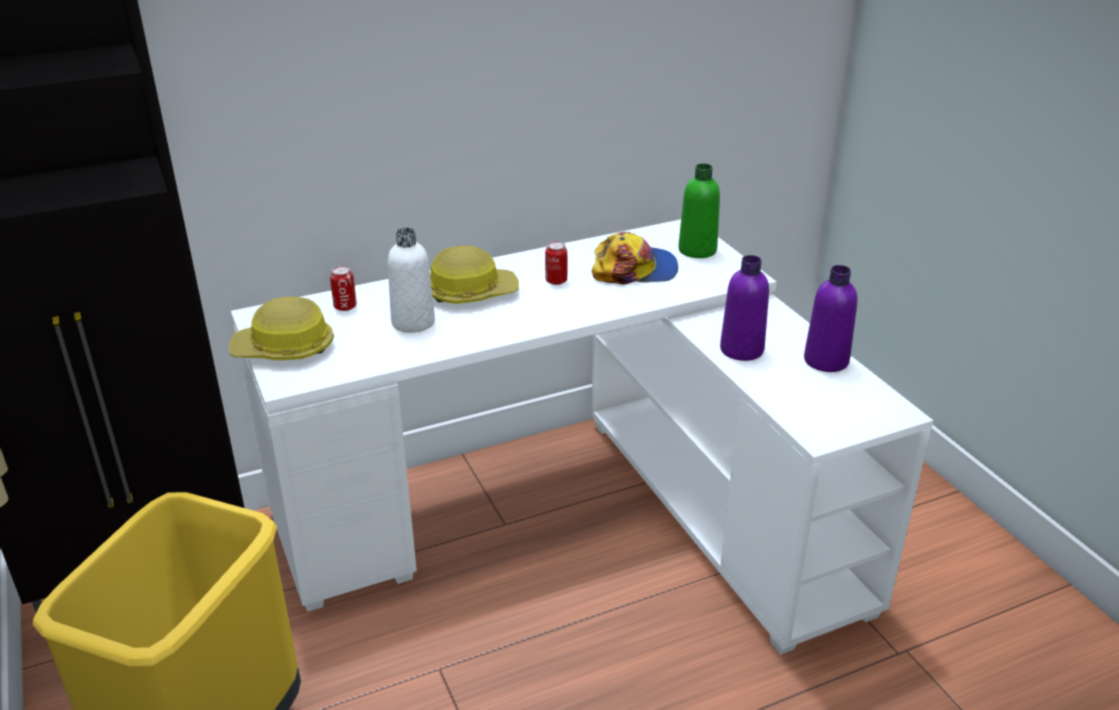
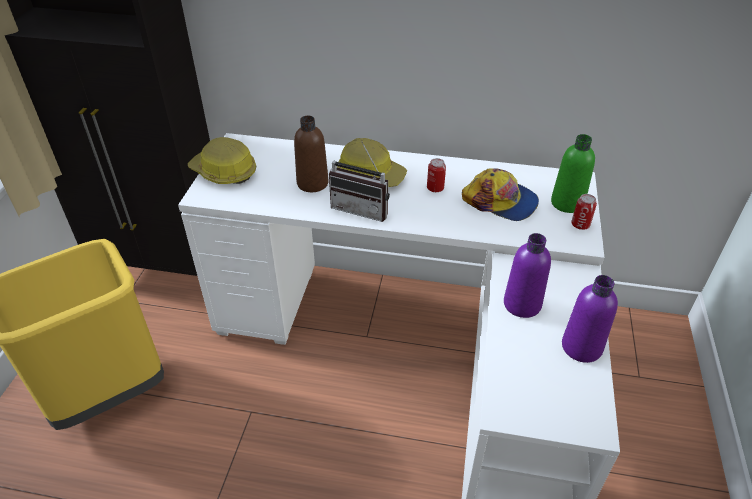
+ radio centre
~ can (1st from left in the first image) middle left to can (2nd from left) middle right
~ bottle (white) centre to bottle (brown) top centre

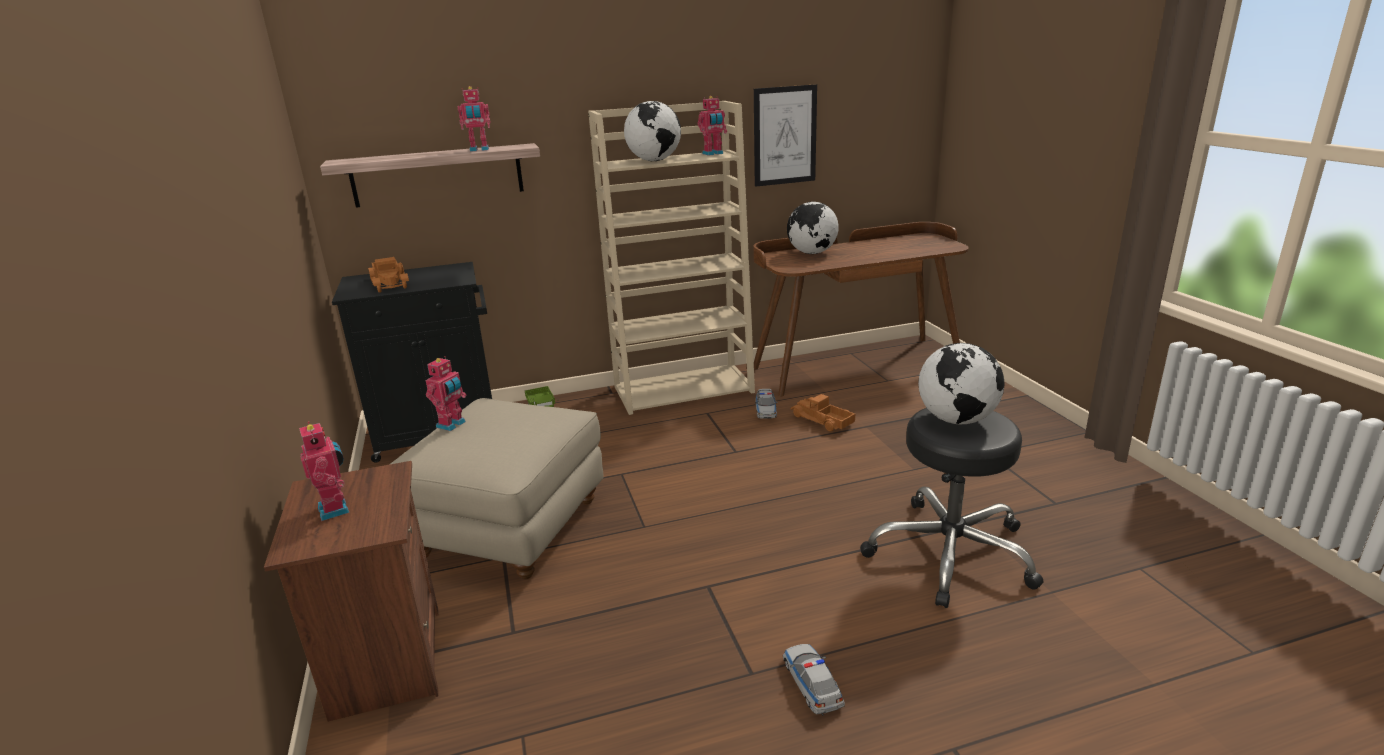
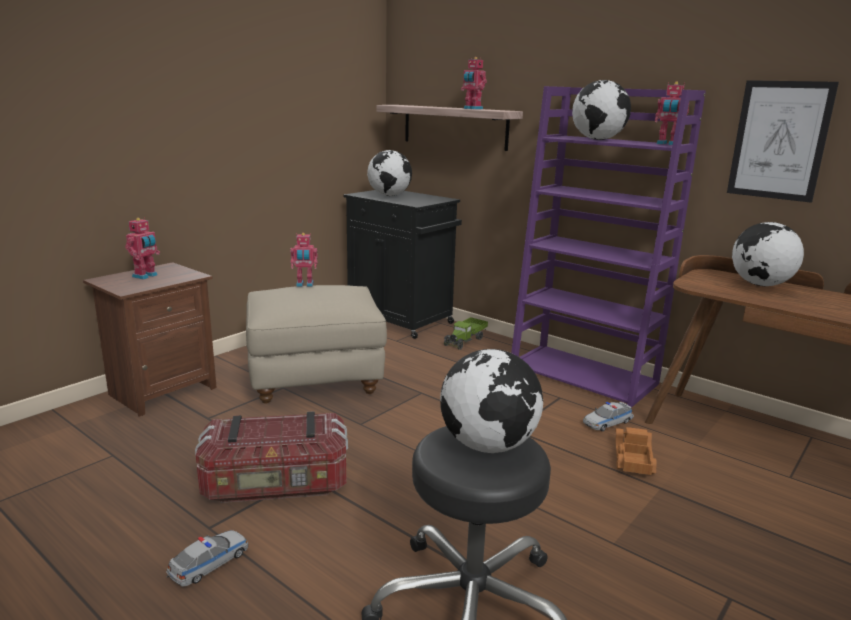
+ storage box bottom left
~ toy truck (1st from left) middle left to globe (1st from left) top centre
~ bookcase (beige) centre to bookcase (purple) middle right

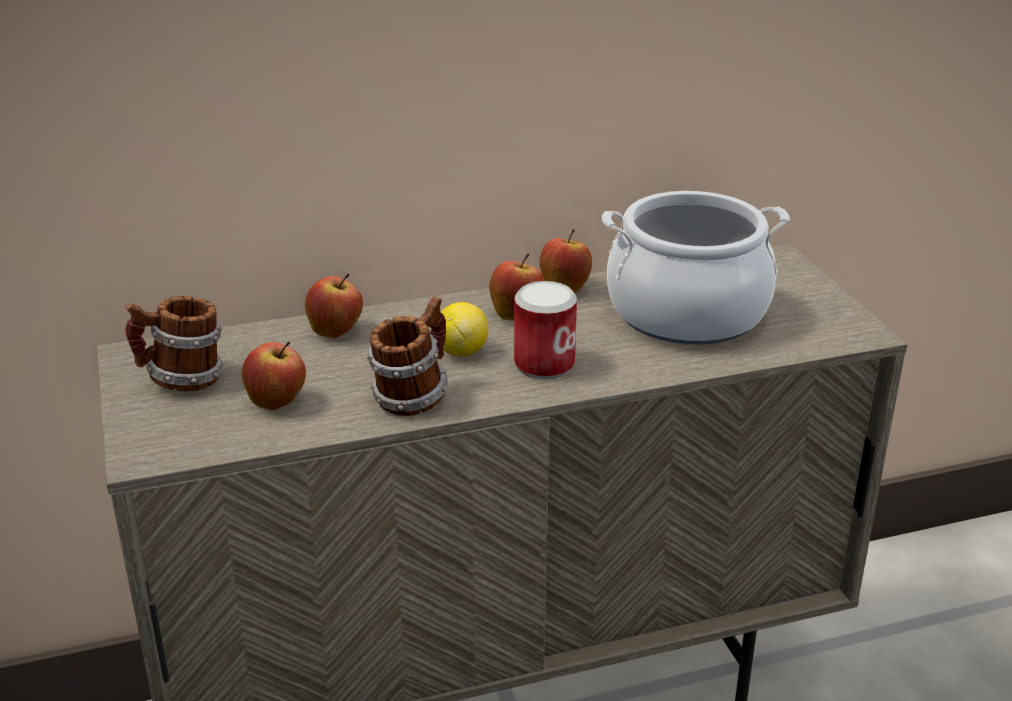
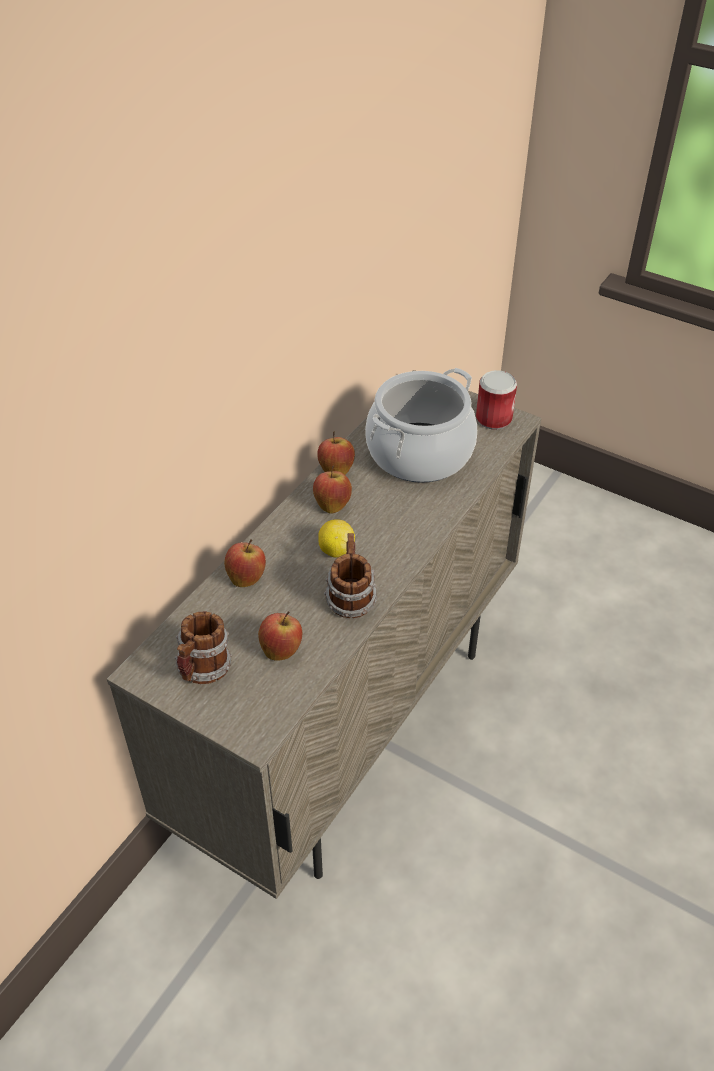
~ can centre to middle right

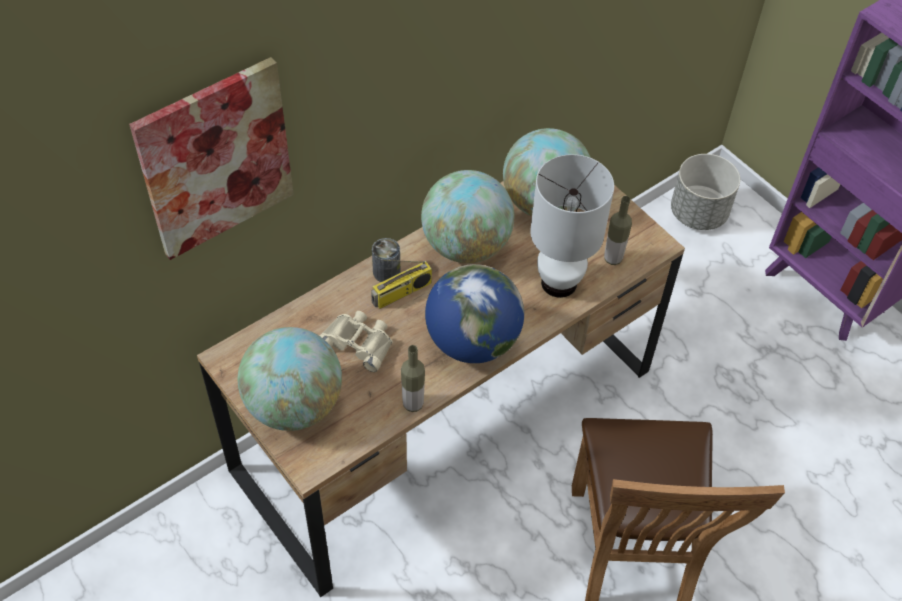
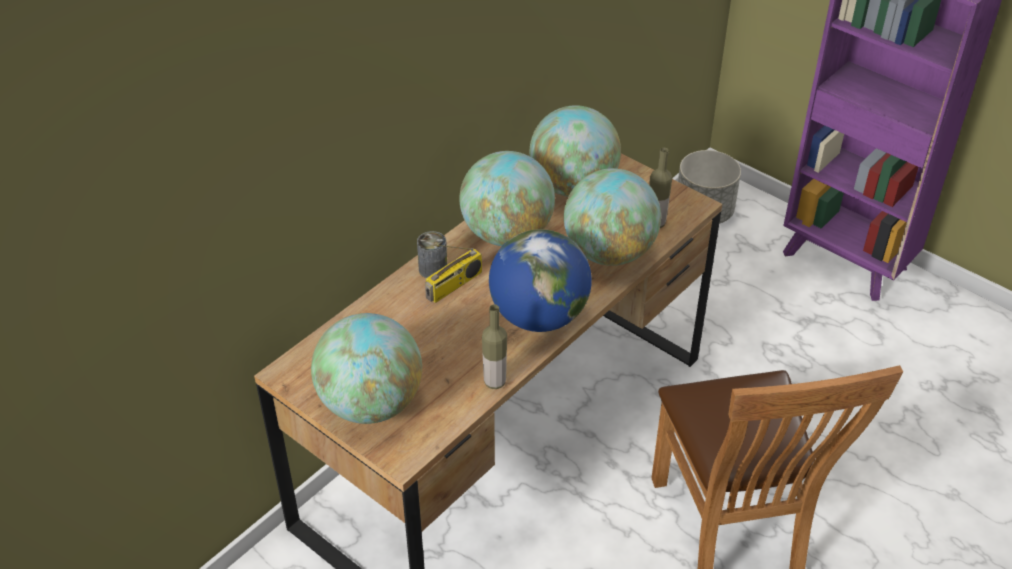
- picture top left
- binoculars (beige) centre
~ table lamp (white) centre to globe (5th from left) centre

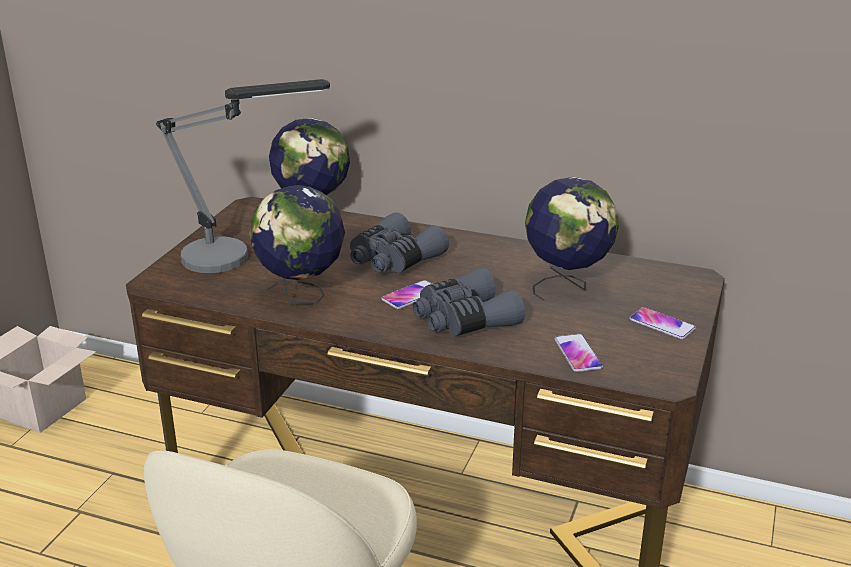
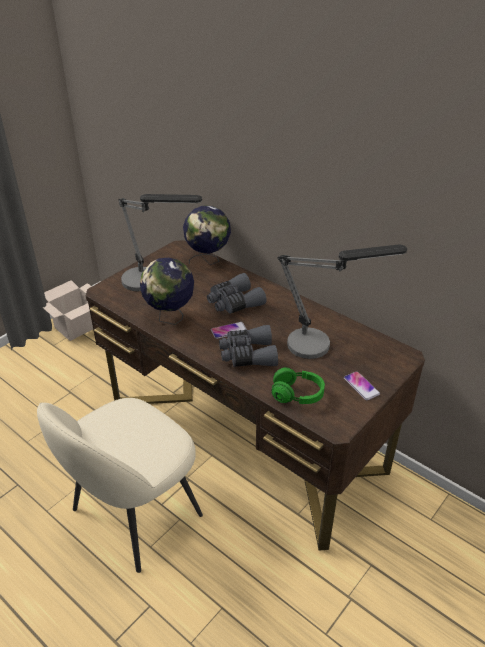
~ globe (3rd from left) middle right to table lamp (2nd from left) middle right
~ phone (2nd from left) middle right to headphones (green) centre

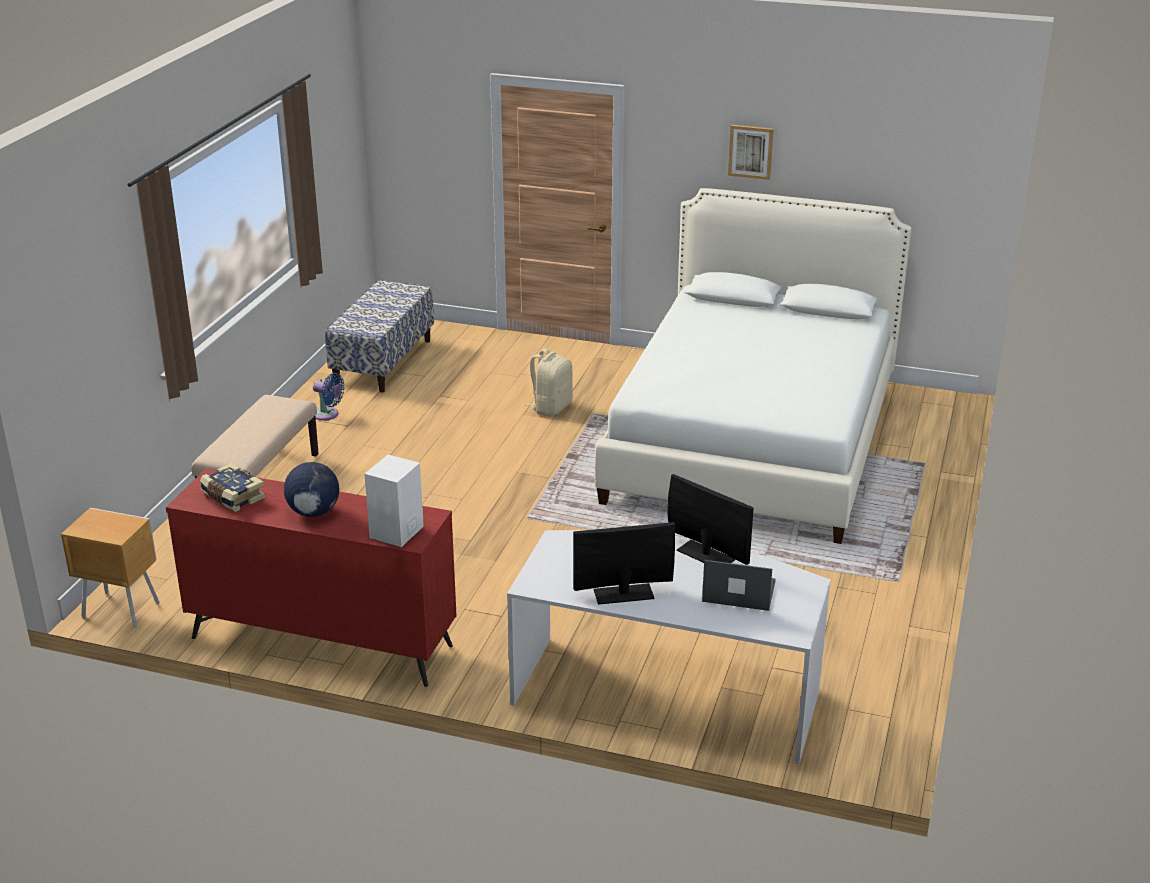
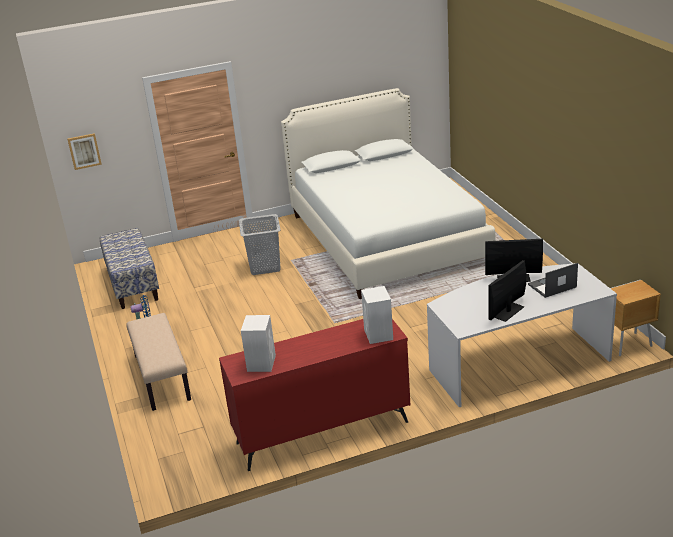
- globe middle left
~ nightstand (brown) middle left to middle right
~ picture top centre to top left
~ book middle left to speaker (white) (1st from left) centre
~ backpack (beige) centre to laundry basket (grey) centre

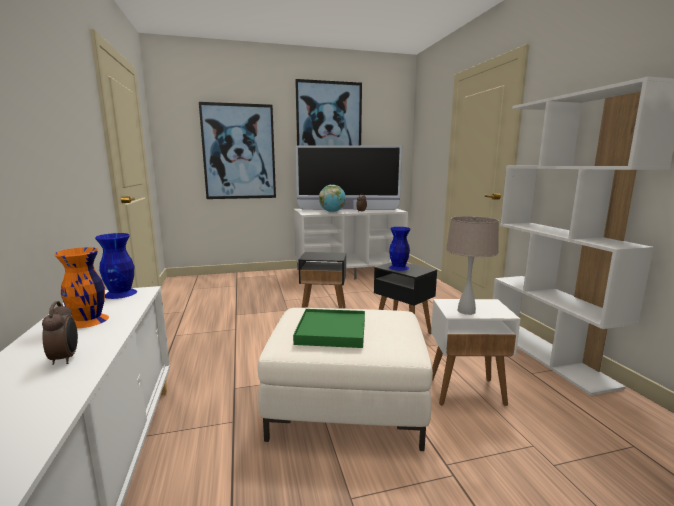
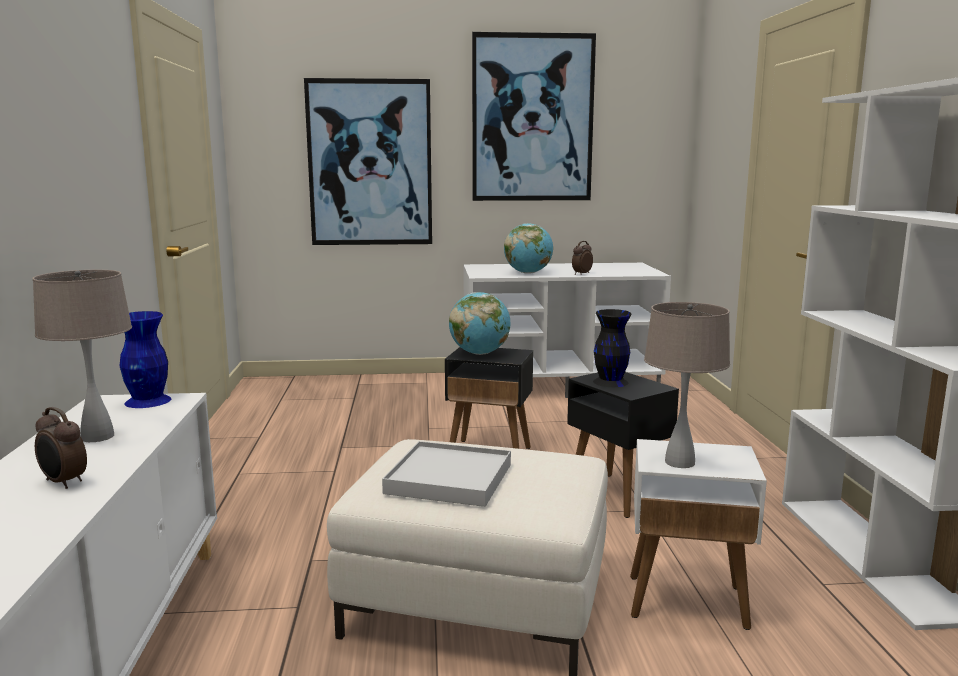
- television centre
+ globe (1st from left) centre
~ vase (orange) middle left to table lamp (beige) (1st from left) middle left
~ tray (green) centre to tray (white) bottom centre
~ vase (blue) (2nd from left) centre to vase (black) centre
~ alarm clock (1st from left) middle left = middle left 135 degrees clockwise

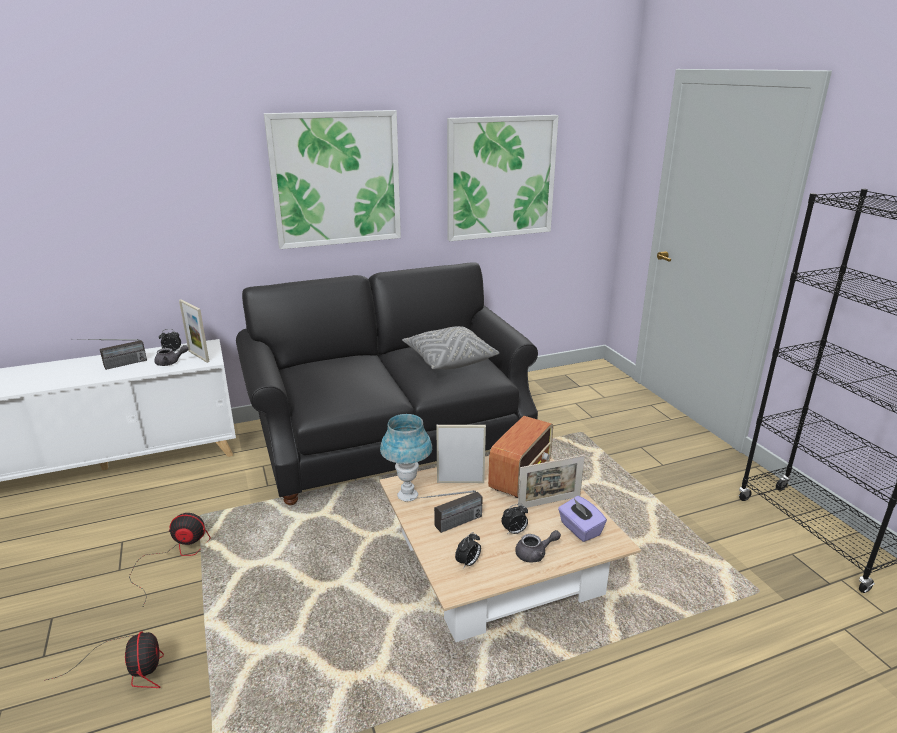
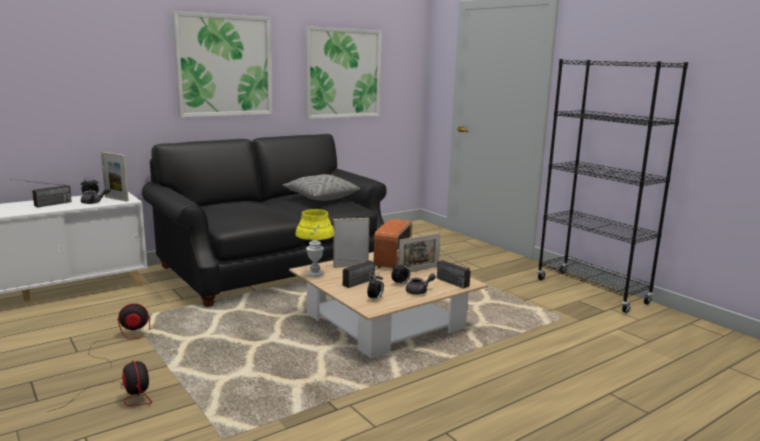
~ tissue box (purple) bottom centre to radio (4th from left) centre
~ table lamp (blue) centre to table lamp (yellow) centre

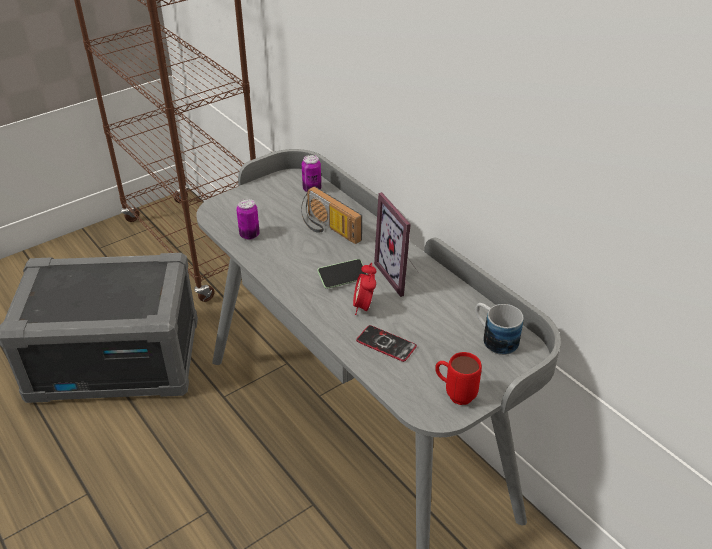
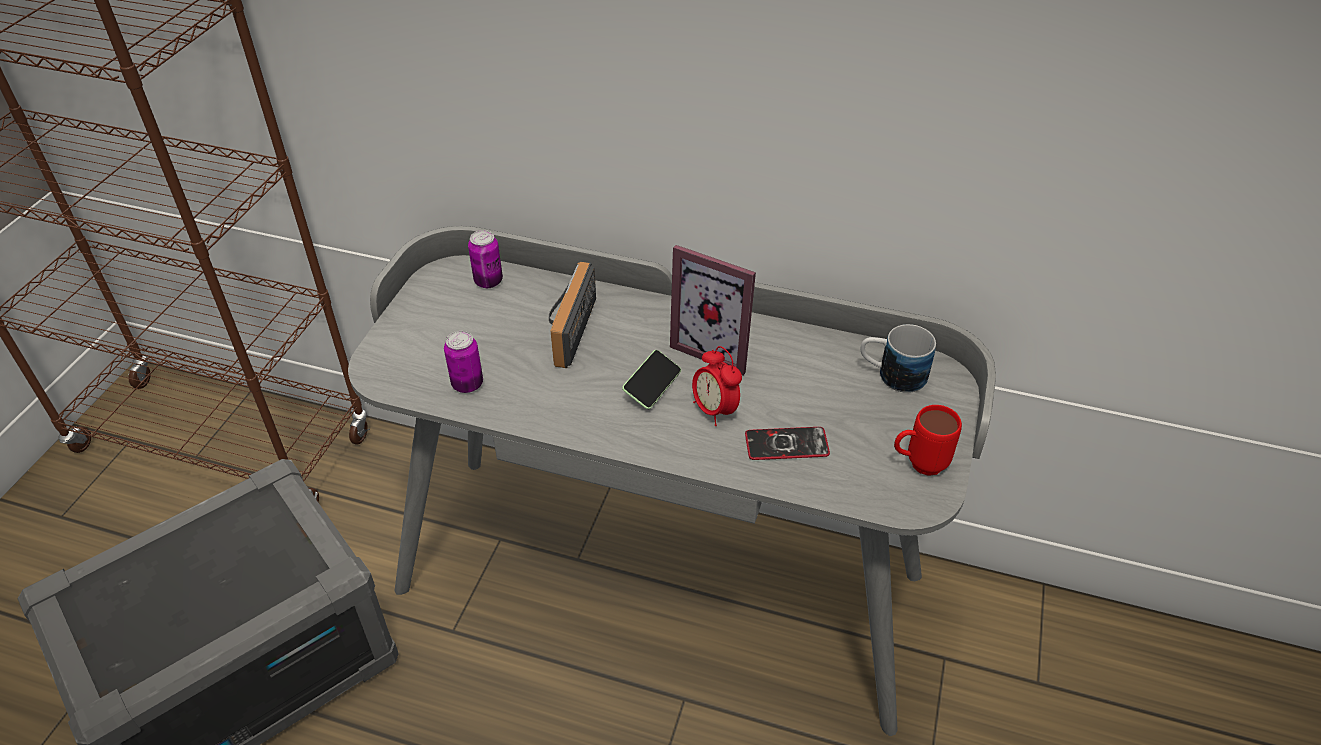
~ radio centre = centre 90 degrees clockwise

